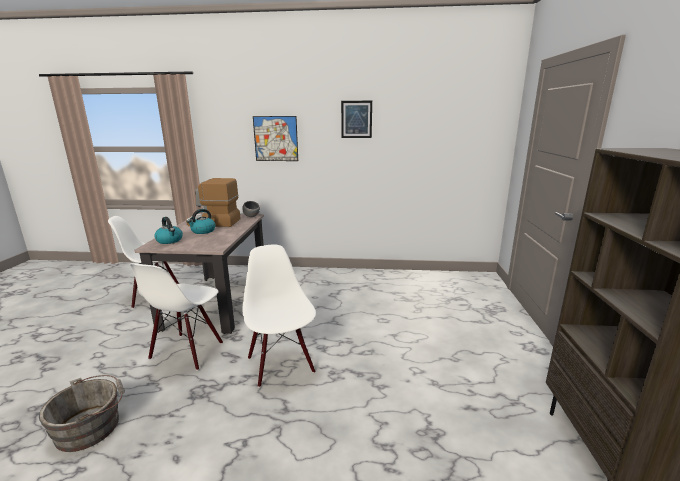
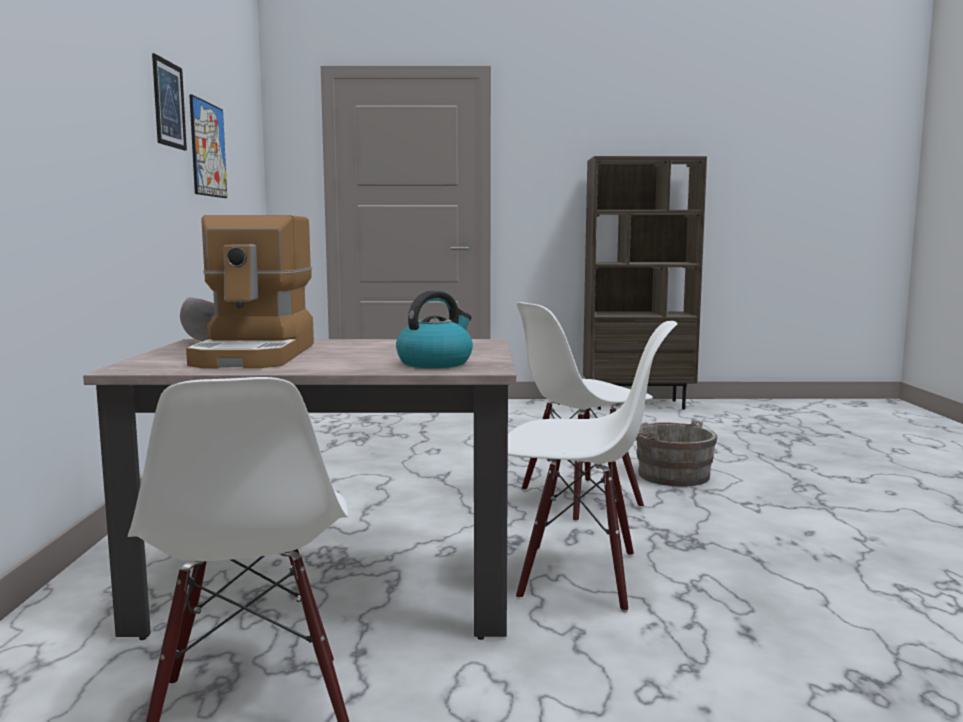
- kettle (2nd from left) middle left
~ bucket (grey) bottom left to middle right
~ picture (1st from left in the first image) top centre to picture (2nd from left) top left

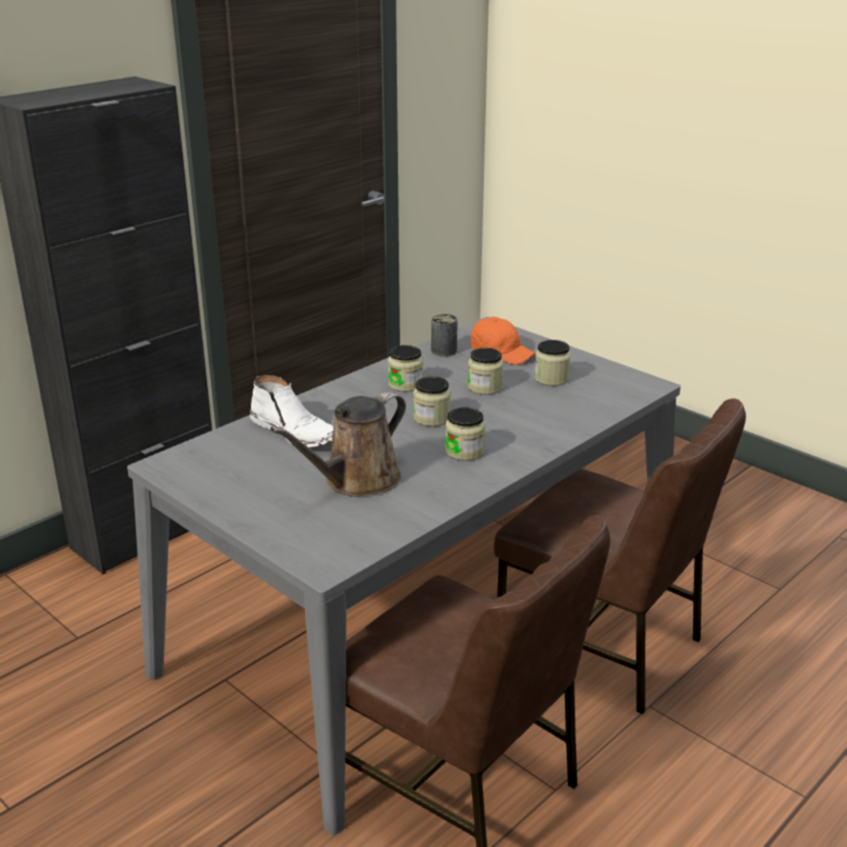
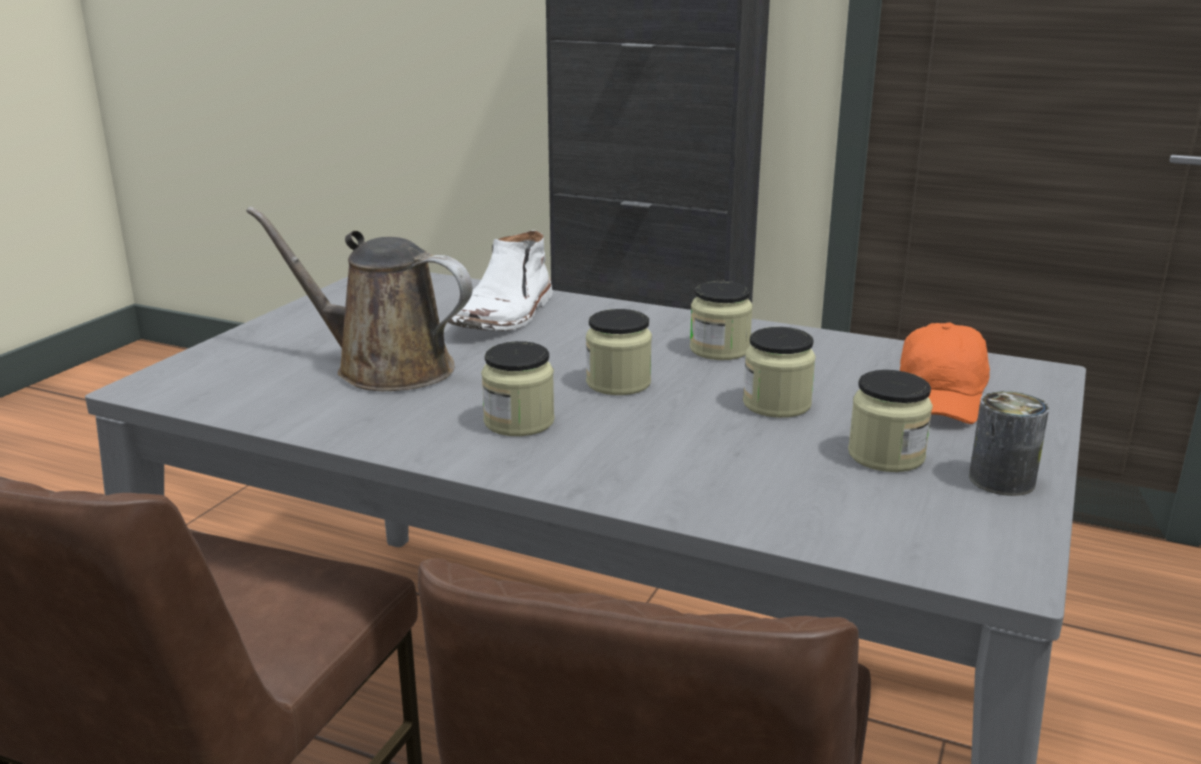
~ can centre to middle right

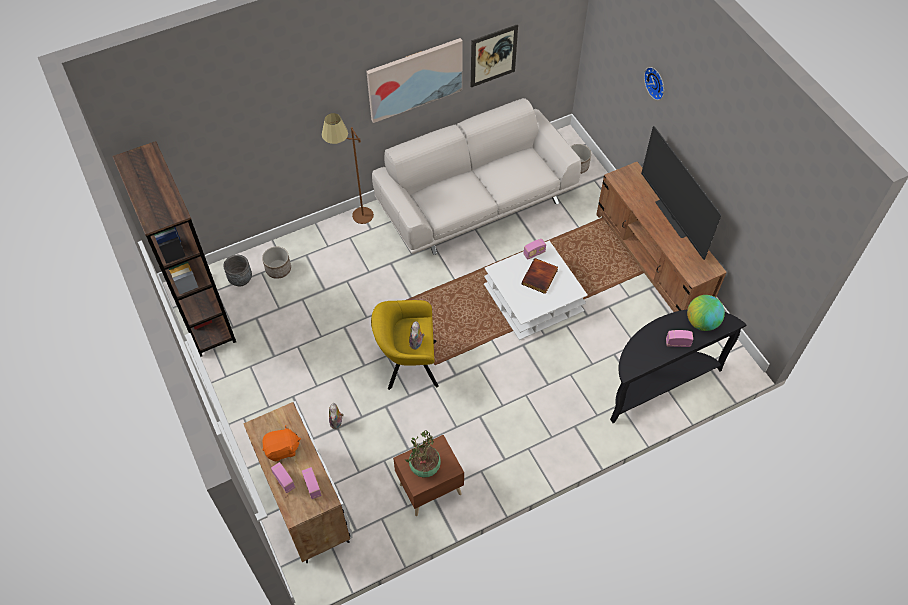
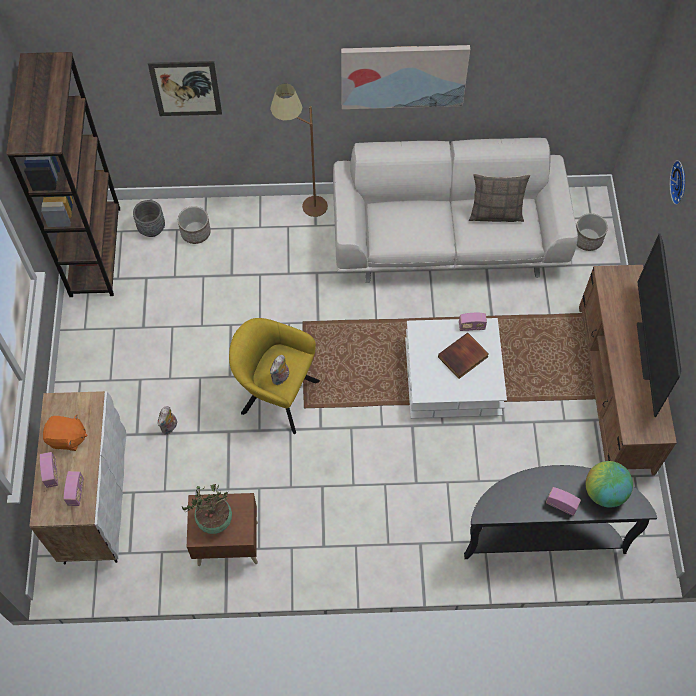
+ pillow top right
~ picture (2nd from left in the first image) top centre to picture (1st from left) top left

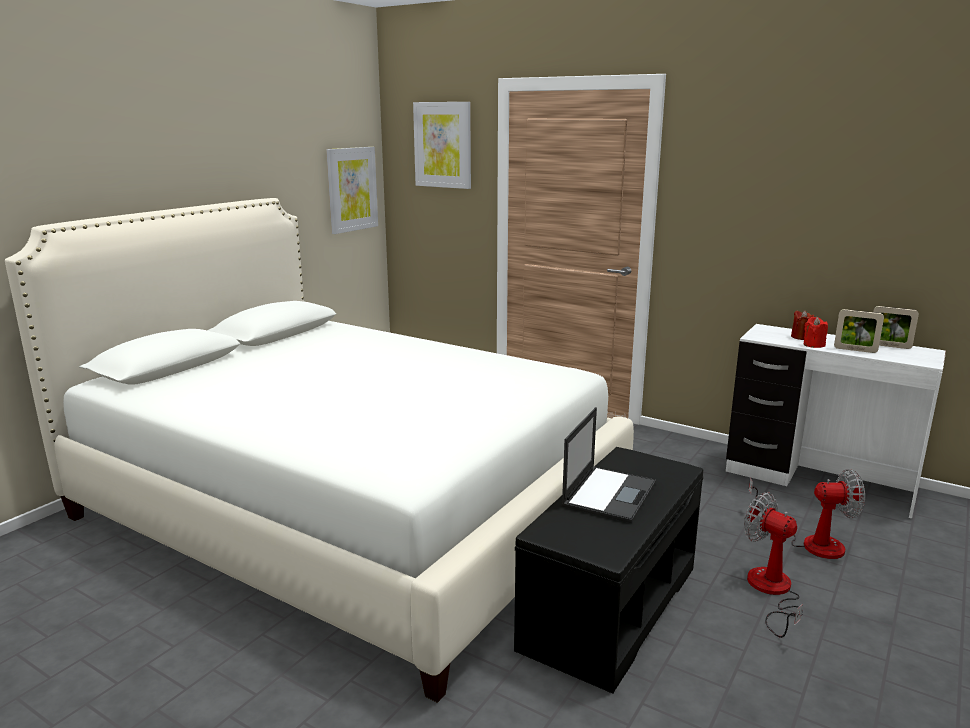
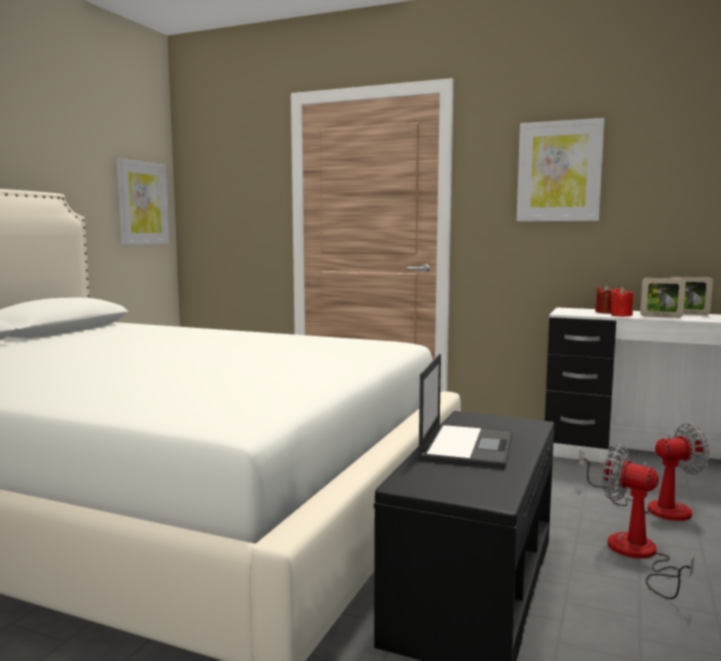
~ picture (2nd from left) top centre to top right

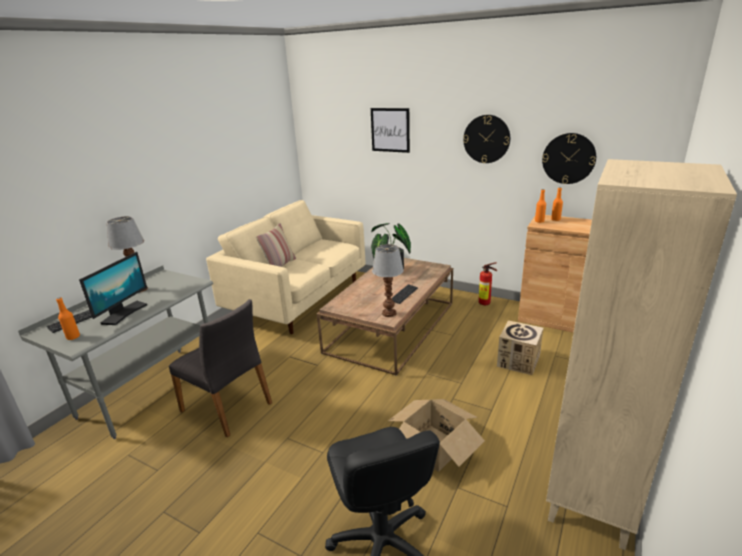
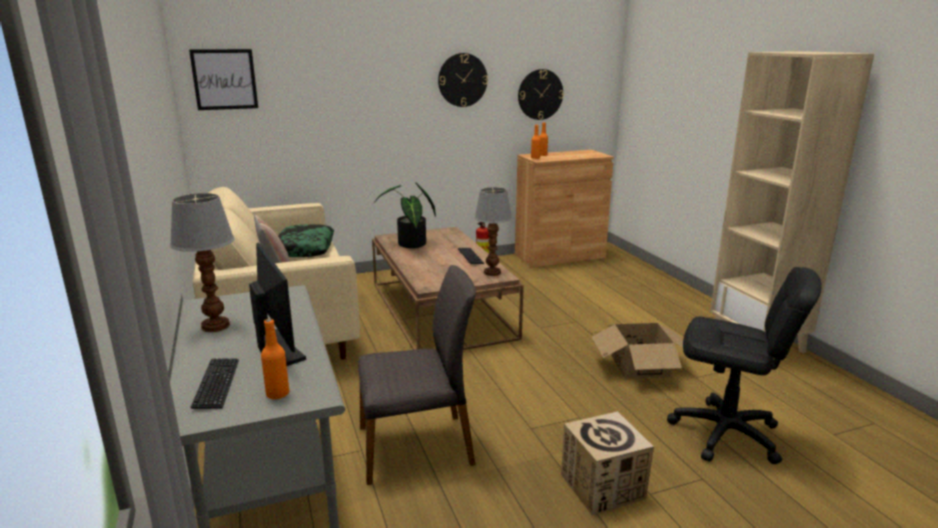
+ pillow (2nd from left) middle left
~ picture top centre to top left
~ cardboard box (2nd from left in the first image) middle right to cardboard box (1st from left) bottom centre

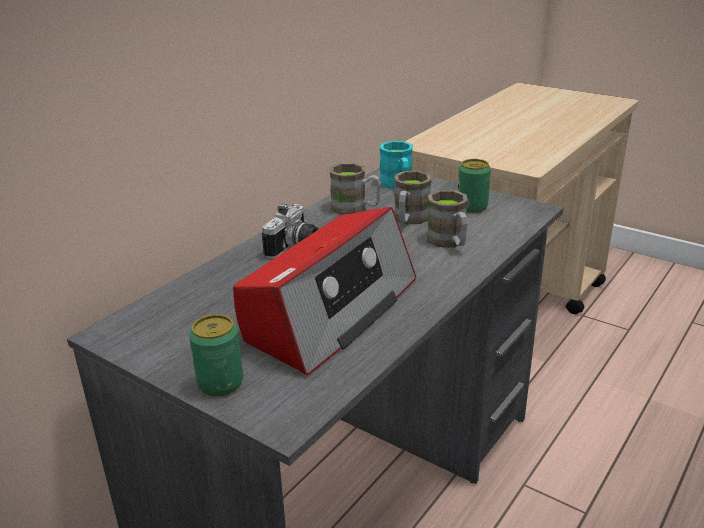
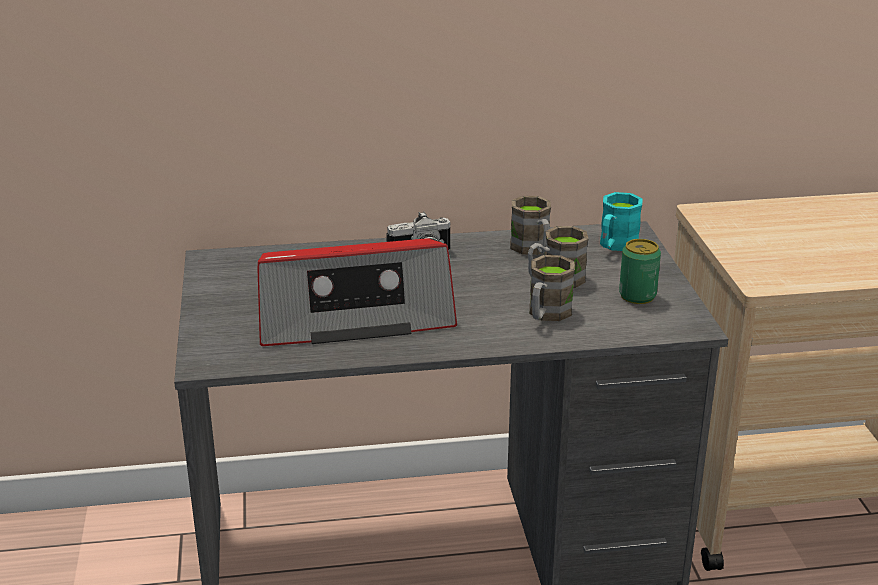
- can (1st from left) bottom left

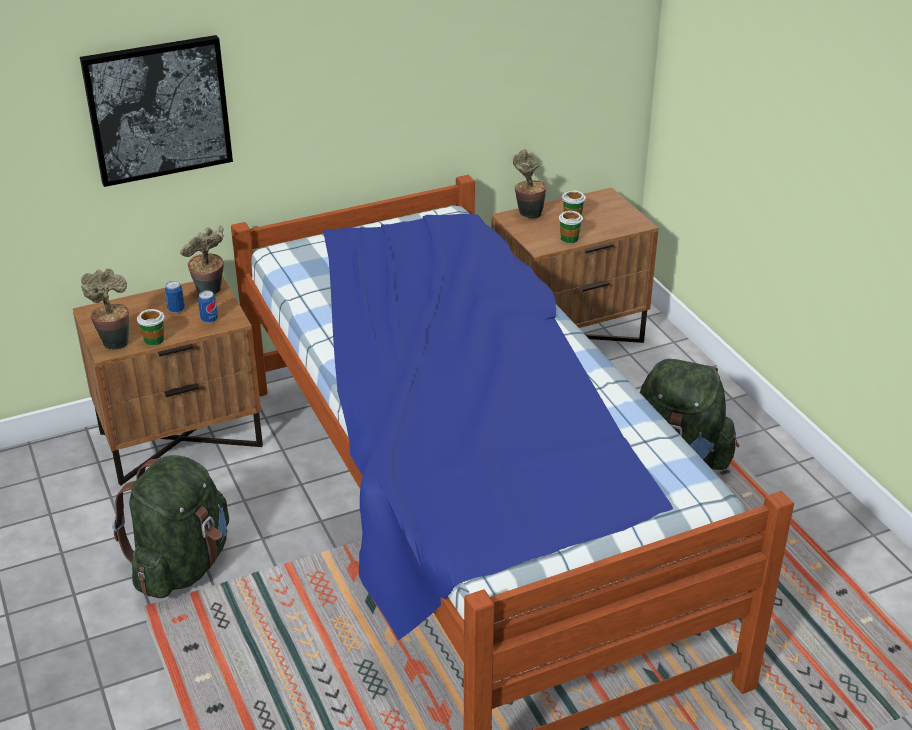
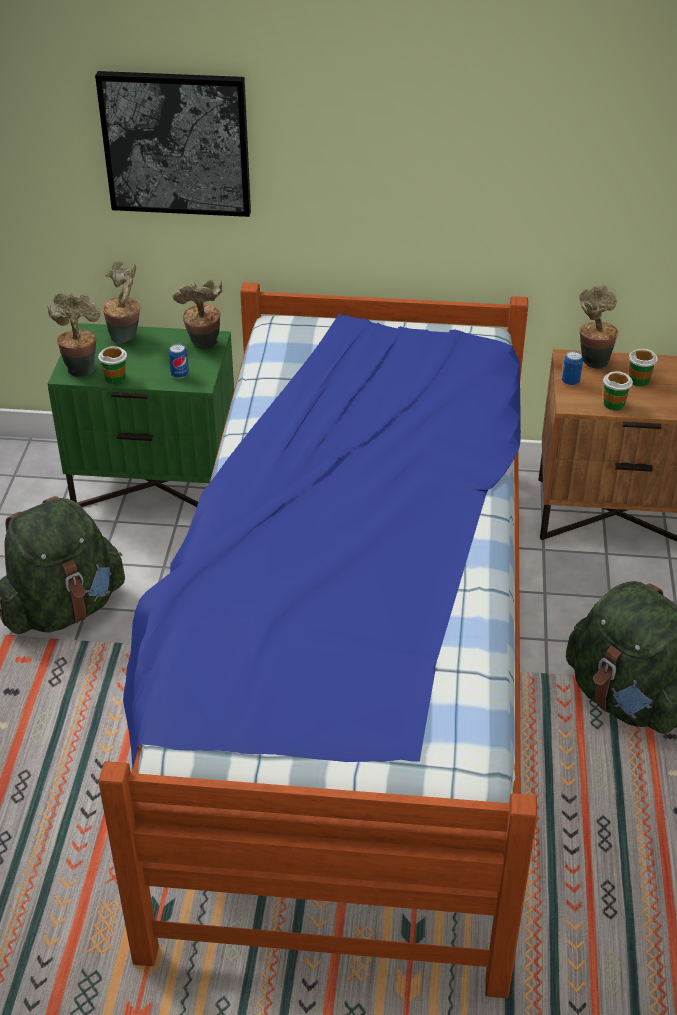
+ potted plant (2nd from left) top left
~ can (1st from left in the first image) middle left to can (2nd from left) middle right
~ nightstand (brown) (1st from left) middle left to nightstand (green) middle left

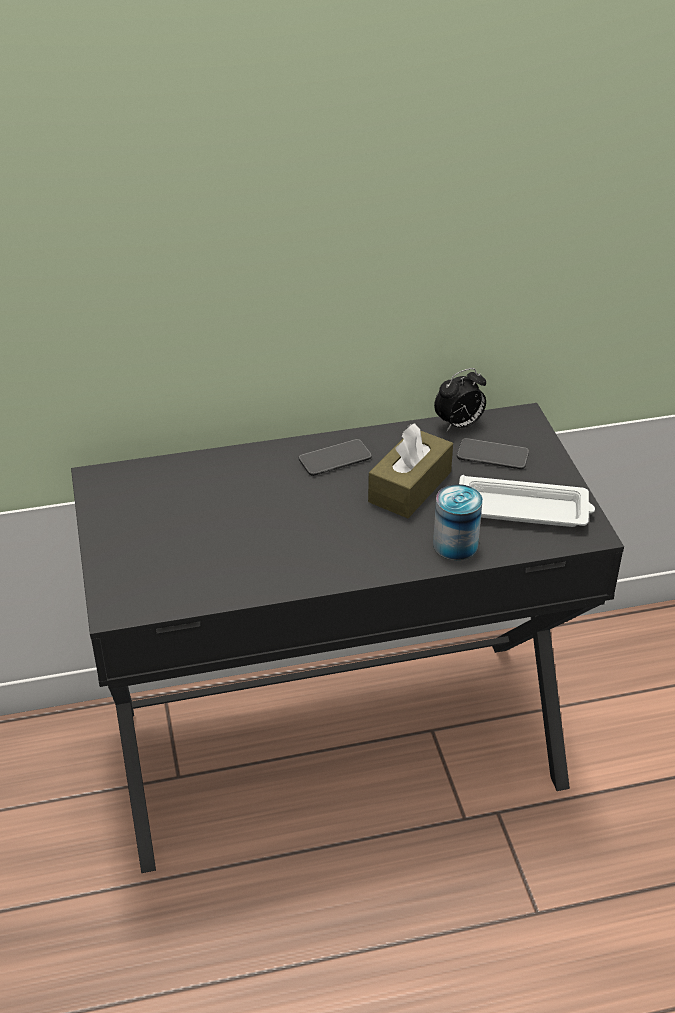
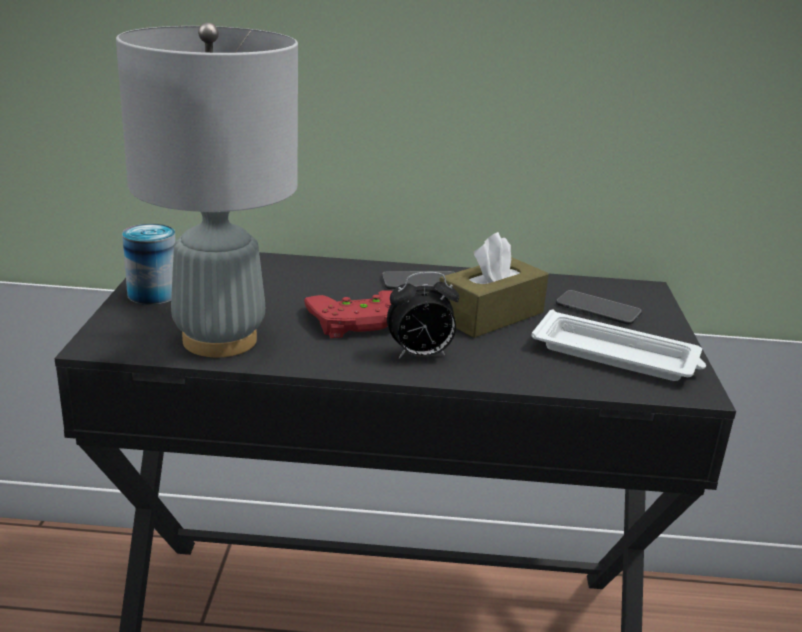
+ table lamp (grey) top left
+ game controller (red) centre
~ can middle right to middle left
~ alarm clock middle right to centre

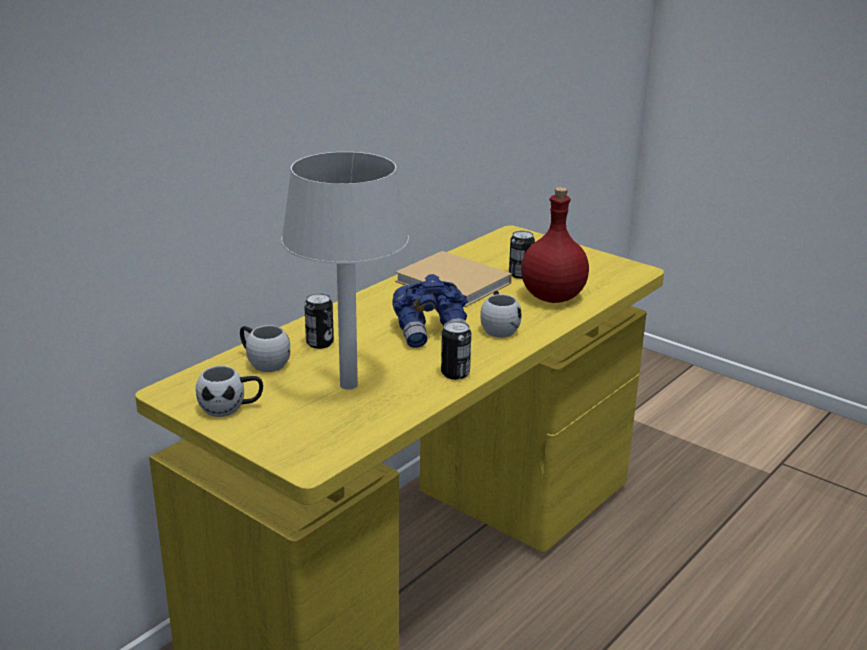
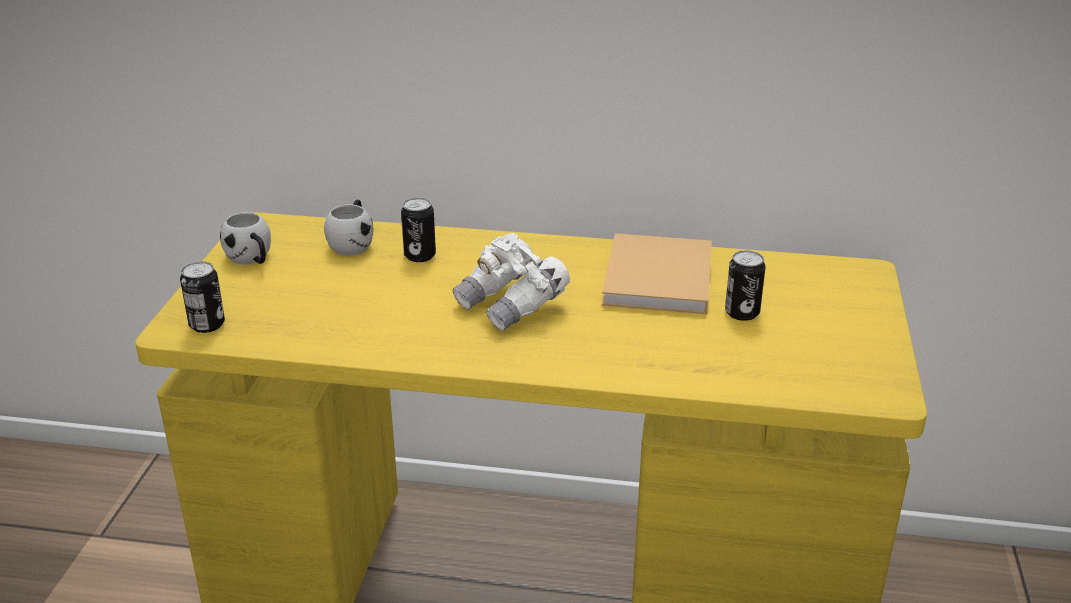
- table lamp (grey) centre
- mug (white) (3rd from left) centre
- bottle (red) centre
~ can (2nd from left in the first image) centre to can (1st from left) middle left
~ binoculars (blue) centre to binoculars (white) centre

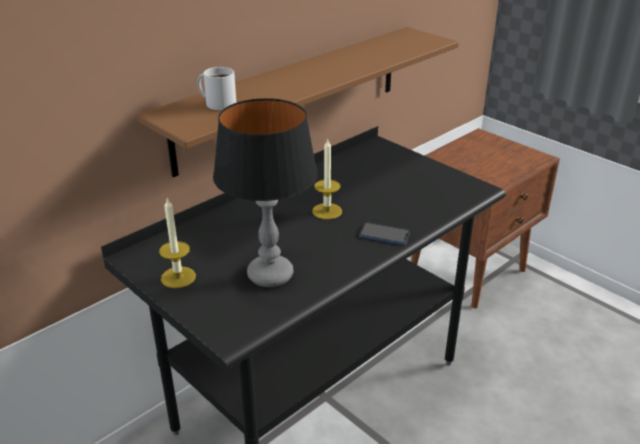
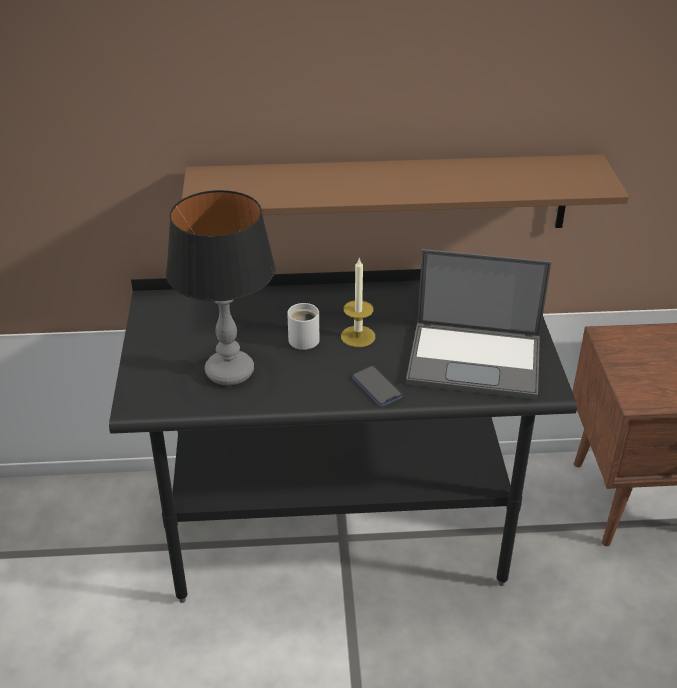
- candle (1st from left) middle left
+ laptop middle right
~ mug (white) top centre to centre

